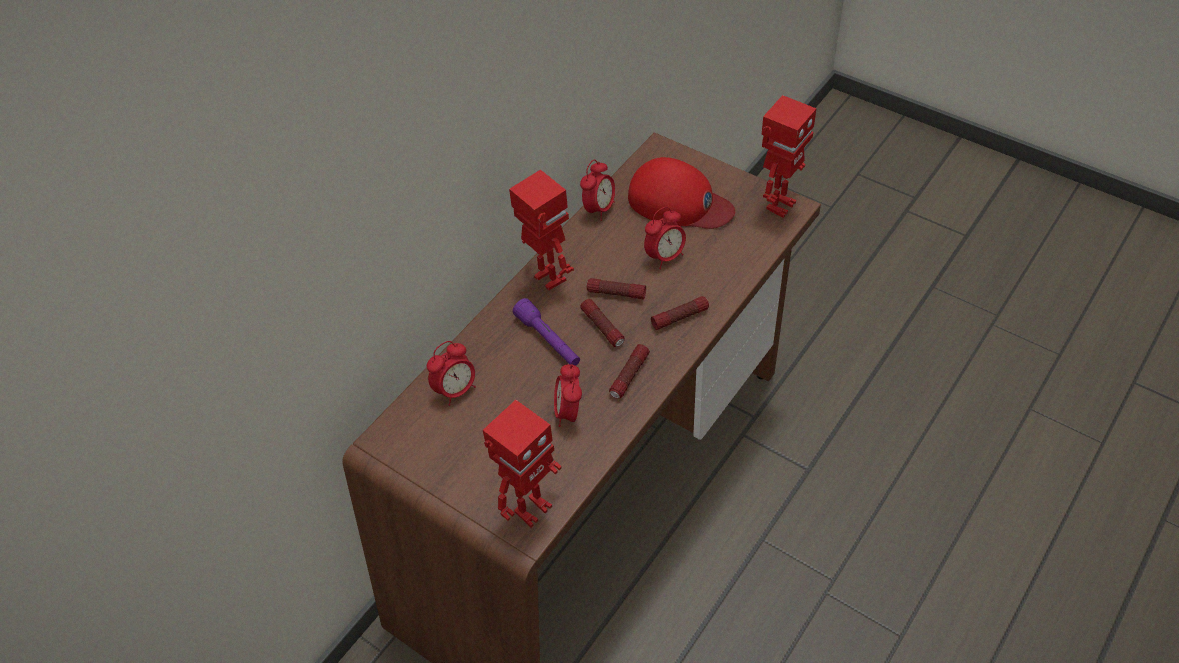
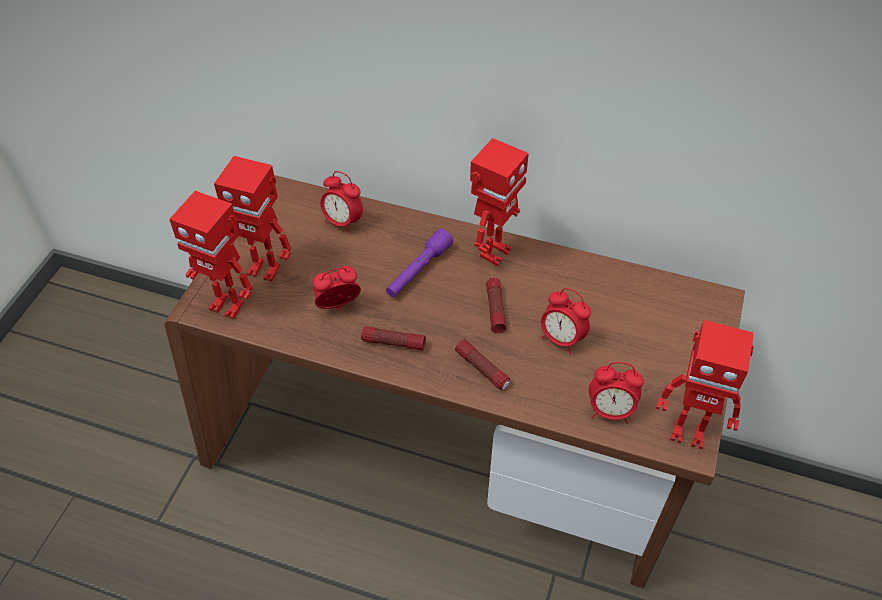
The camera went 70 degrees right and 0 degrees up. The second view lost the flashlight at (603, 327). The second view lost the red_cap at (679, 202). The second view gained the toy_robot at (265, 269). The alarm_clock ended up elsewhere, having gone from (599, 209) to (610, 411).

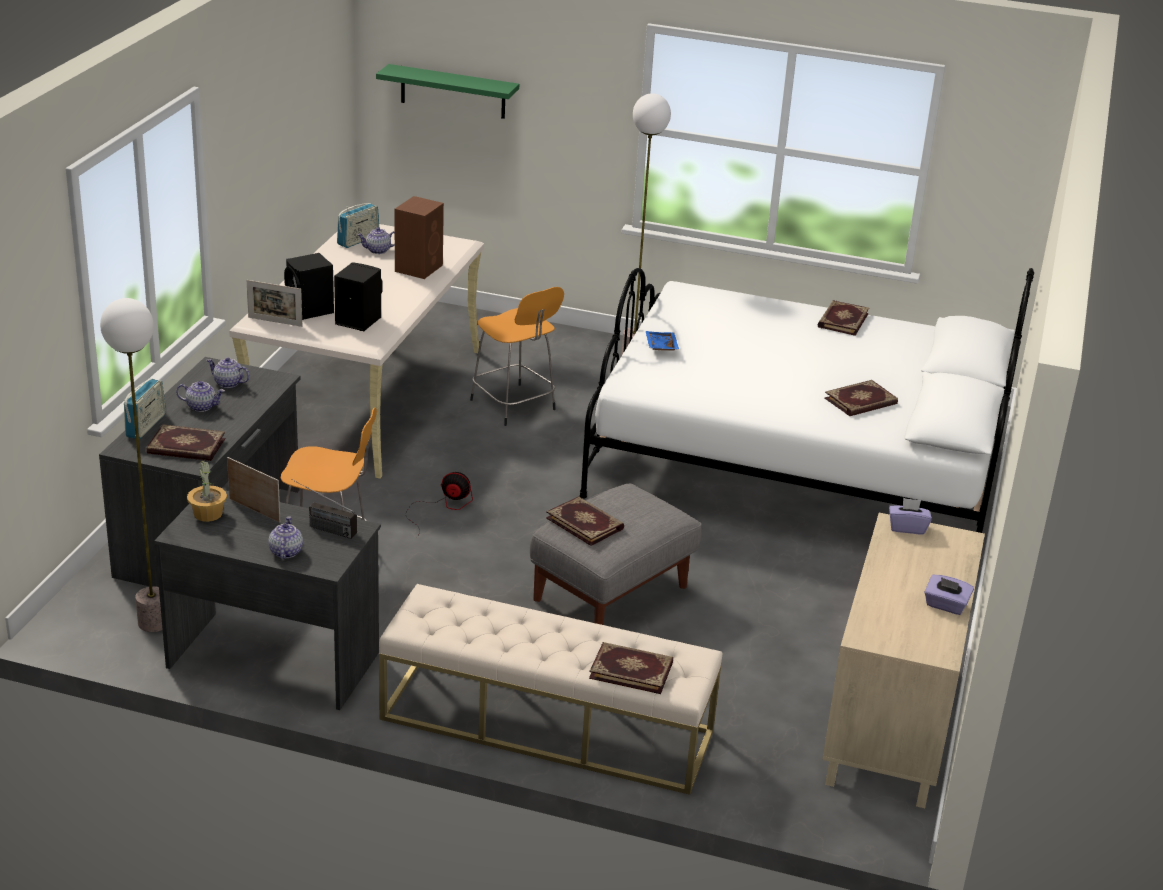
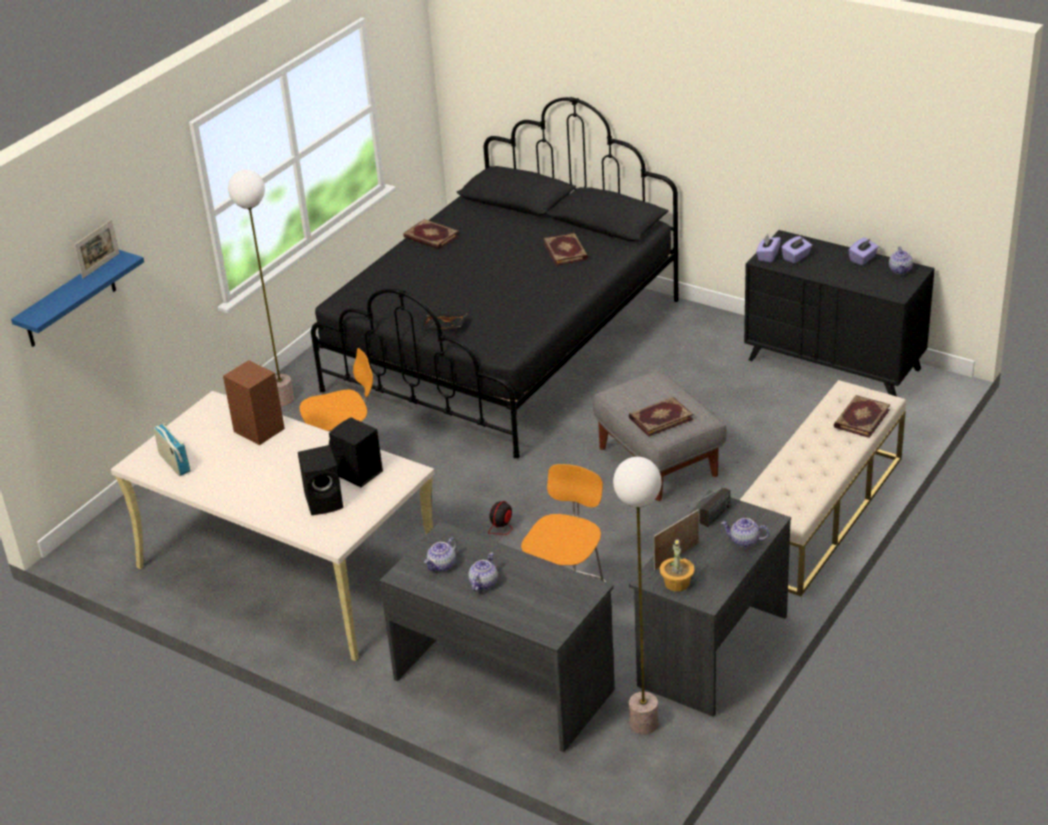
The camera went 70 degrees left and 5 degrees up. The second view lost the radio at (146, 426). The second view lost the book at (186, 447). The second view gained the purple_tissue_box at (796, 257). The picture_frame ended up elsewhere, having gone from (275, 322) to (101, 265). The teapot ended up elsewhere, having gone from (378, 250) to (900, 270). What was the green_shelf at (453, 92) turned into the blue_shelf at (70, 300). What was the white_bed at (798, 467) turned into the black_bed at (505, 345). What was the blue_tray at (660, 347) turned into the black_tray at (443, 327). What was the beige_dresser at (891, 723) turned into the black_dresser at (834, 364).

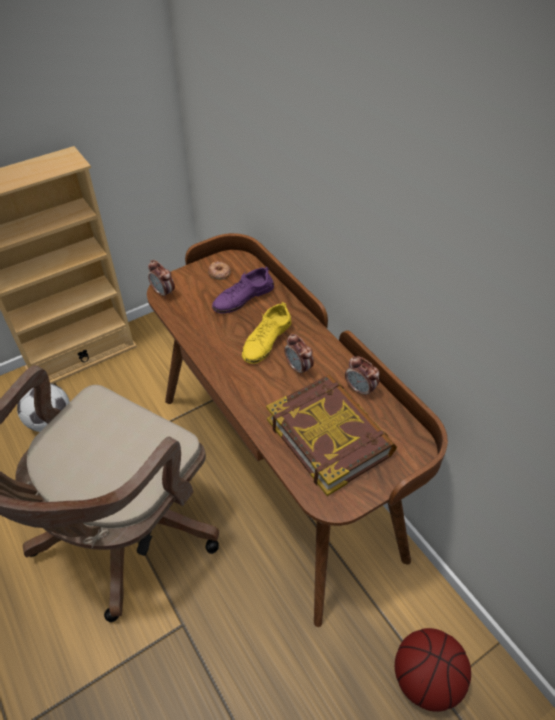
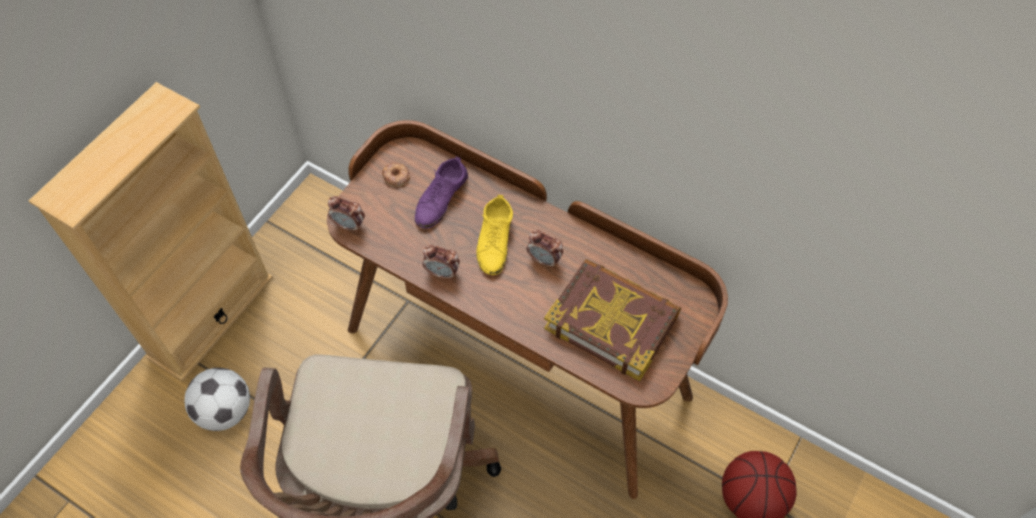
The camera went 25 degrees left and 10 degrees up. The alarm_clock ended up elsewhere, having gone from (360, 389) to (442, 273).

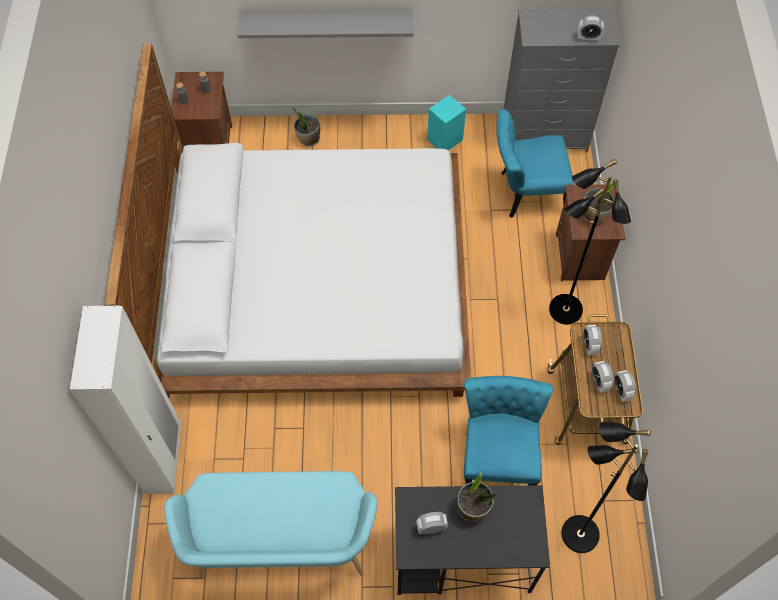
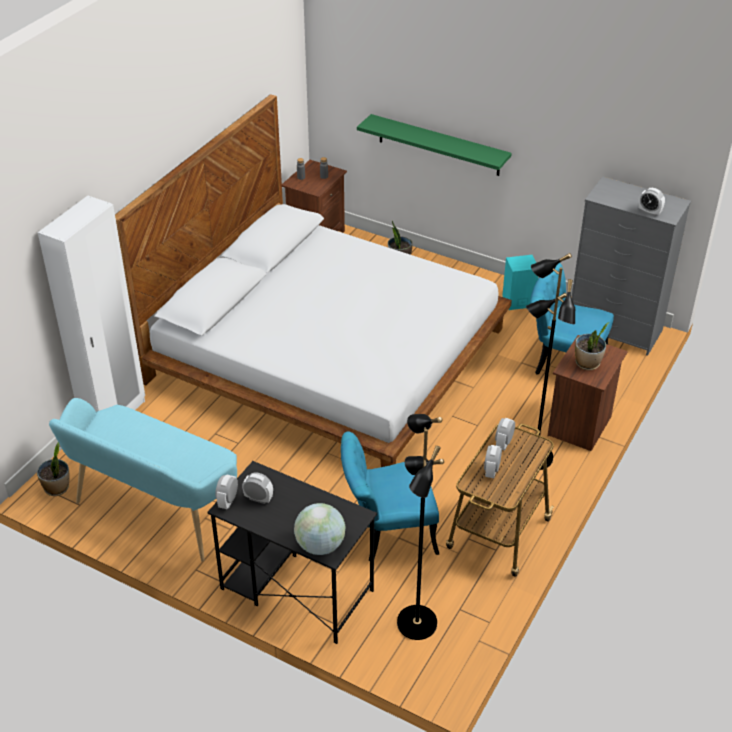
The camera went 30 degrees right and 20 degrees down. The second view gained the globe at (320, 546). The potted_plant ended up elsewhere, having gone from (472, 508) to (57, 488). The alarm_clock ended up elsewhere, having gone from (621, 391) to (228, 501). What was the grey_shelf at (326, 21) turned into the green_shelf at (439, 145). The turquoise_chair at (497, 456) ended up facing another way, 135 degrees counterclockwise from before.

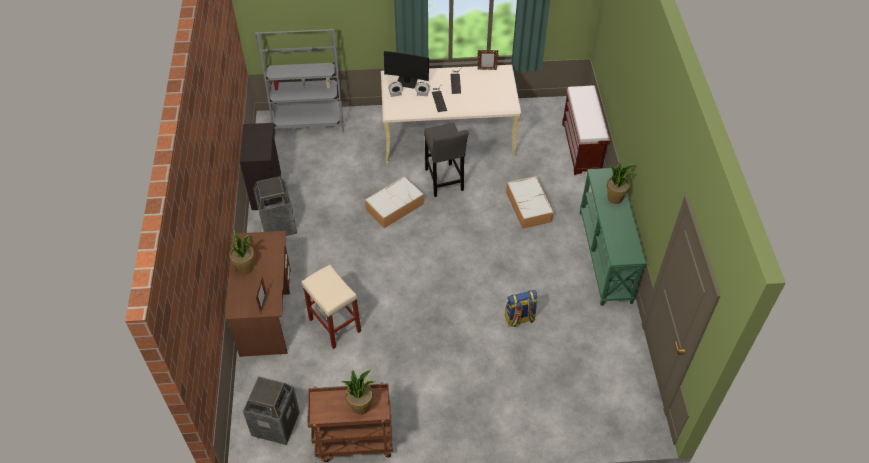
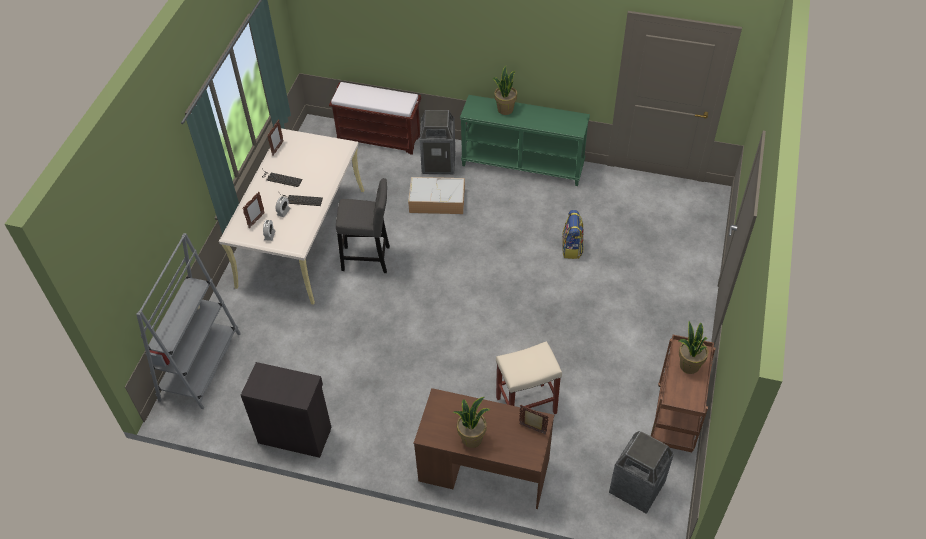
The camera went 70 degrees left and 0 degrees up. The second view lost the storage_box at (395, 206). The trash_can ended up elsewhere, having gone from (279, 226) to (439, 163). Where the monitor stood at (407, 82), the picture_frame came to stand at (256, 220).

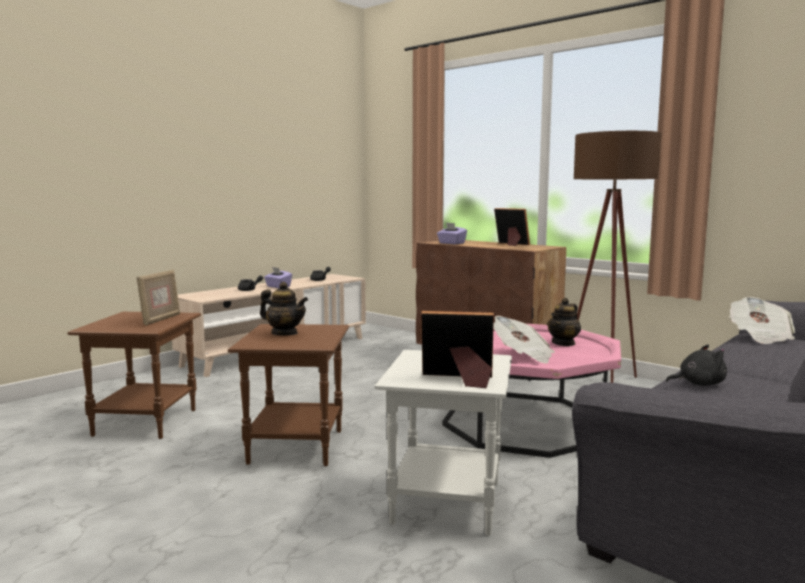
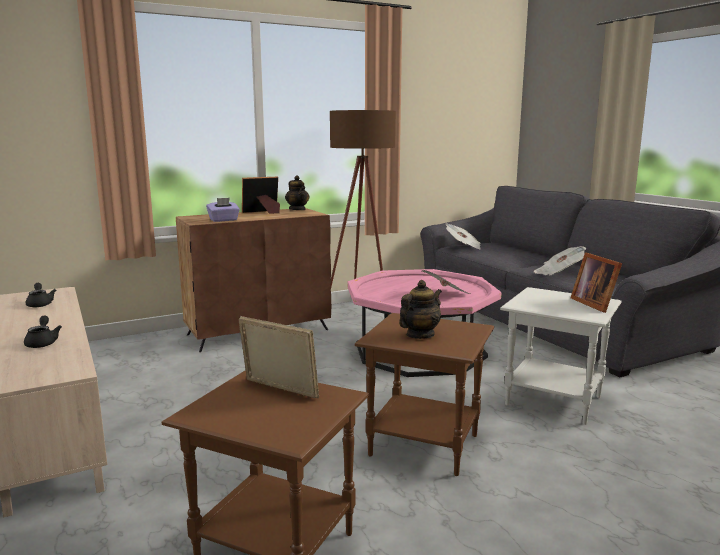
The camera went 70 degrees left and 5 degrees up. The second view lost the purple_tissue_box at (278, 287). The teapot ended up elsewhere, having gone from (563, 343) to (297, 209). Where the black_plush_toy stood at (698, 384), the newspaper came to stand at (558, 273). The picture_frame at (459, 380) ended up facing another way, 45 degrees counterclockwise from before.

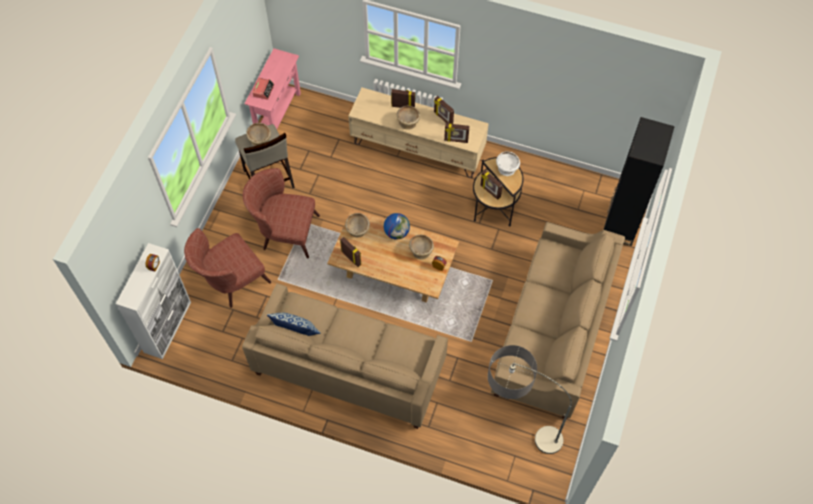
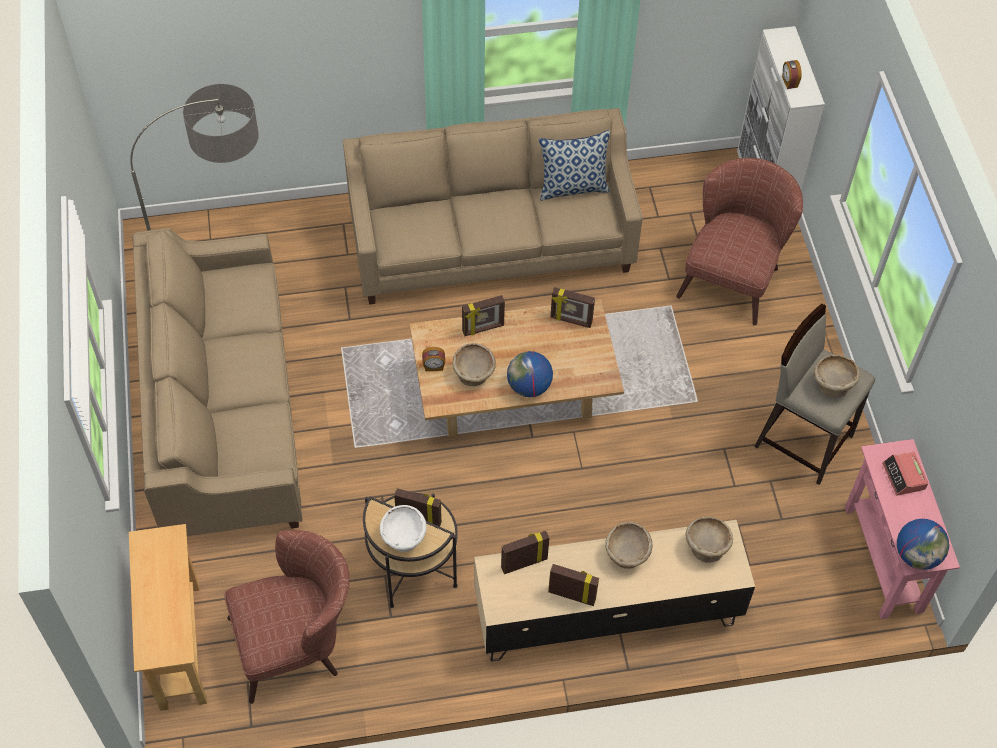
The camera went 150 degrees right and 5 degrees down. The second view gained the globe at (917, 555). The brown_armchair ended up elsewhere, having gone from (284, 231) to (296, 644). The beige_bowl ended up elsewhere, having gone from (358, 231) to (705, 548). The picture_frame ended up elsewhere, having gone from (403, 106) to (483, 329). Where the black_bookcase stood at (621, 223), the beige_console_table came to stand at (180, 645).

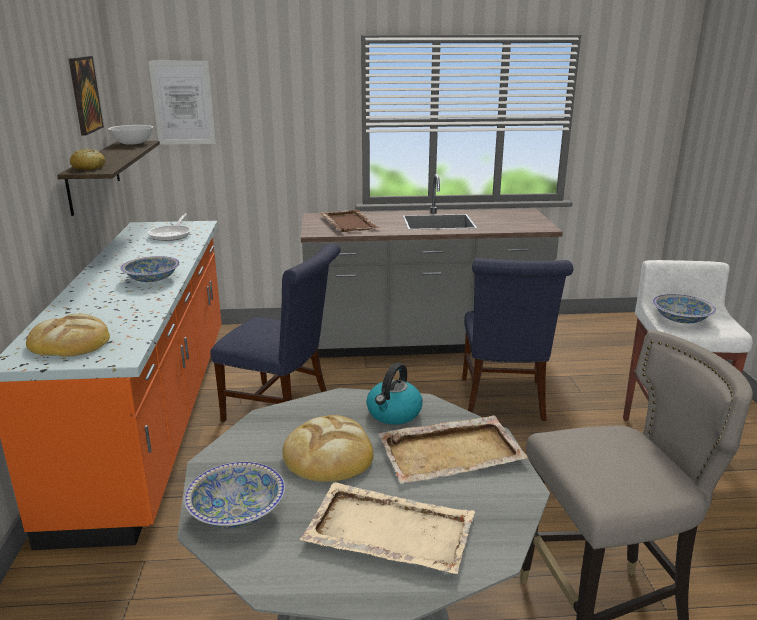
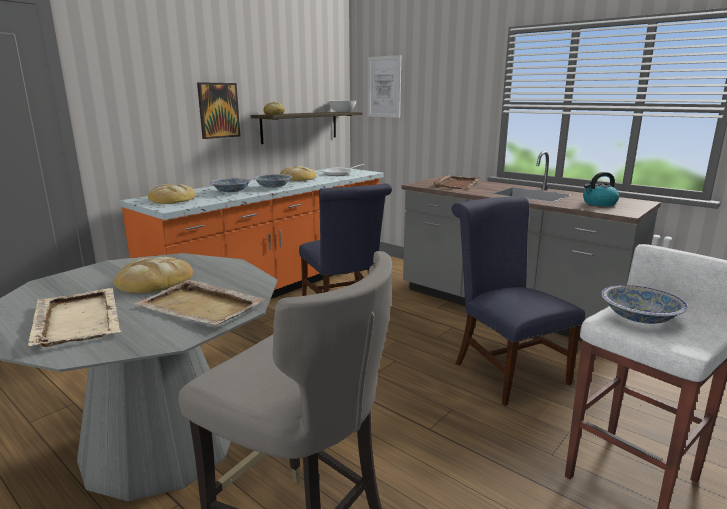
The camera went 45 degrees right and 5 degrees down. The second view gained the bread at (298, 178). The picture ended up elsewhere, having gone from (84, 95) to (218, 110). The bowl ended up elsewhere, having gone from (237, 512) to (231, 191). The kettle ended up elsewhere, having gone from (394, 413) to (599, 203). The blue_chair at (503, 402) ended up facing another way, 105 degrees clockwise from before.

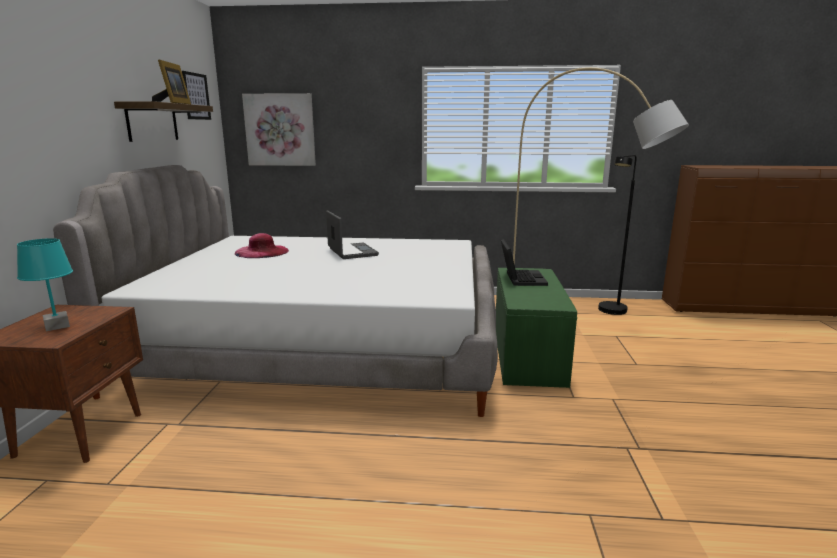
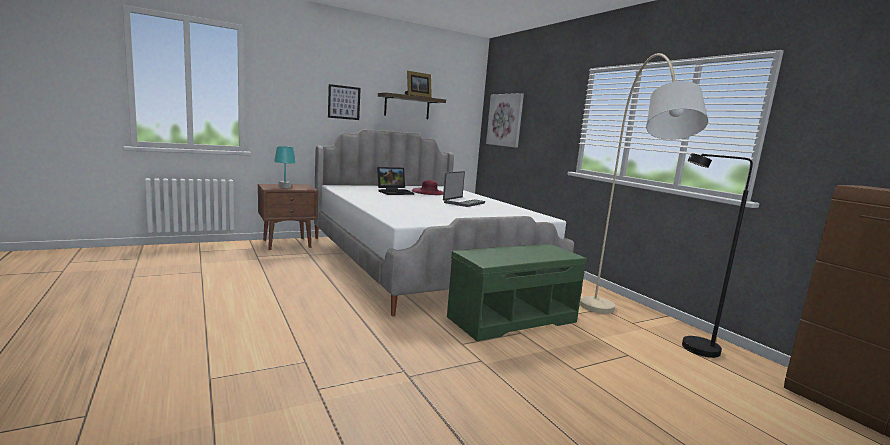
The camera went 55 degrees right and 5 degrees down. The picture ended up elsewhere, having gone from (196, 96) to (344, 102). The laptop ended up elsewhere, having gone from (520, 278) to (395, 192).

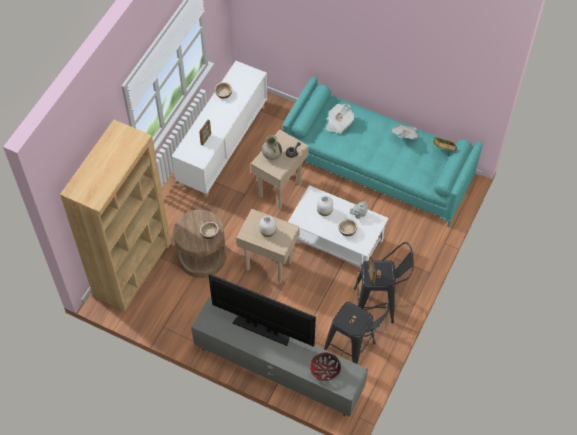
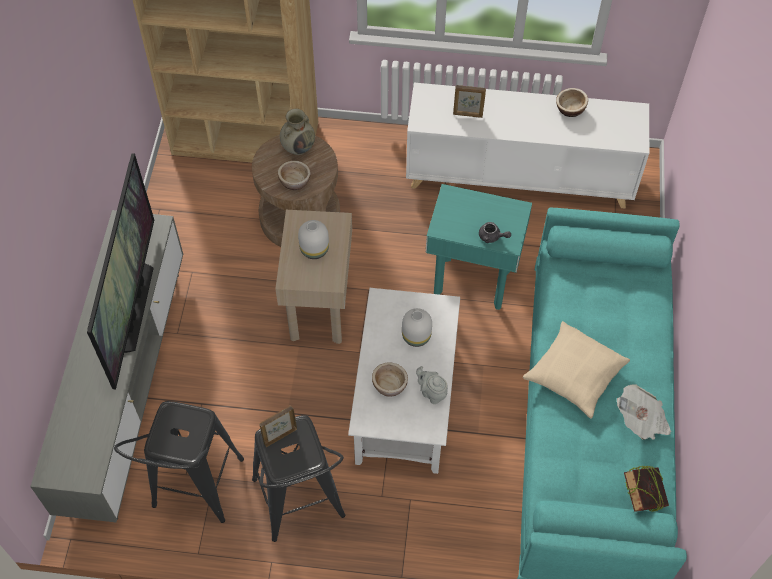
The camera went 70 degrees right and 0 degrees up. The second view lost the bowl at (325, 370). The second view lost the newspaper at (338, 123). The second view gained the beige_pillow at (574, 374). The beige_vase ended up elsewhere, having gone from (271, 155) to (298, 147). What was the beige_side_table at (280, 189) turned into the turquoise_side_table at (472, 282).

